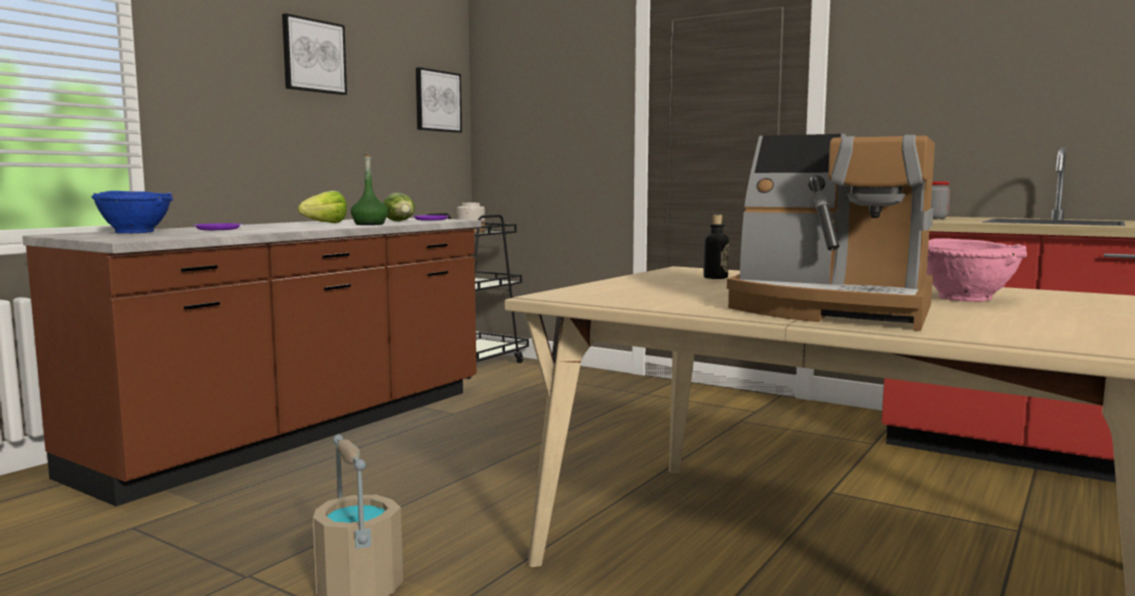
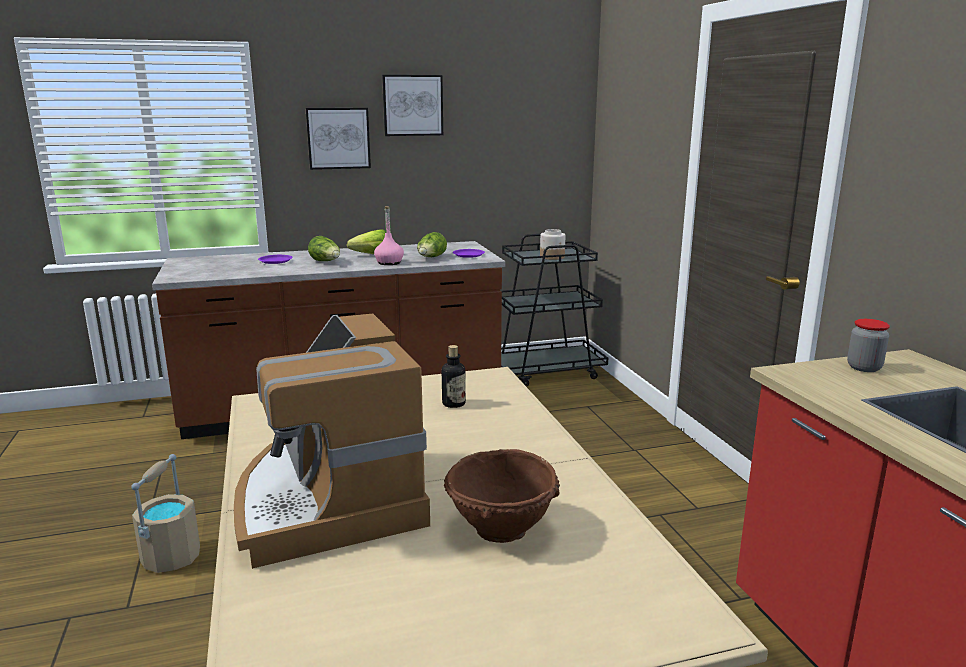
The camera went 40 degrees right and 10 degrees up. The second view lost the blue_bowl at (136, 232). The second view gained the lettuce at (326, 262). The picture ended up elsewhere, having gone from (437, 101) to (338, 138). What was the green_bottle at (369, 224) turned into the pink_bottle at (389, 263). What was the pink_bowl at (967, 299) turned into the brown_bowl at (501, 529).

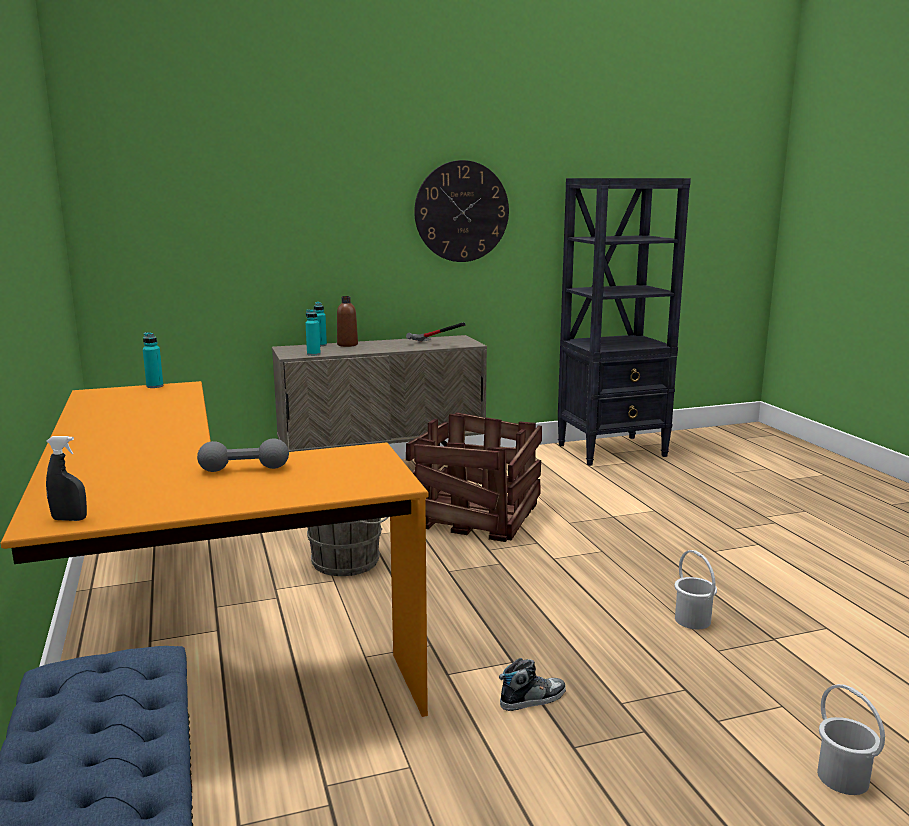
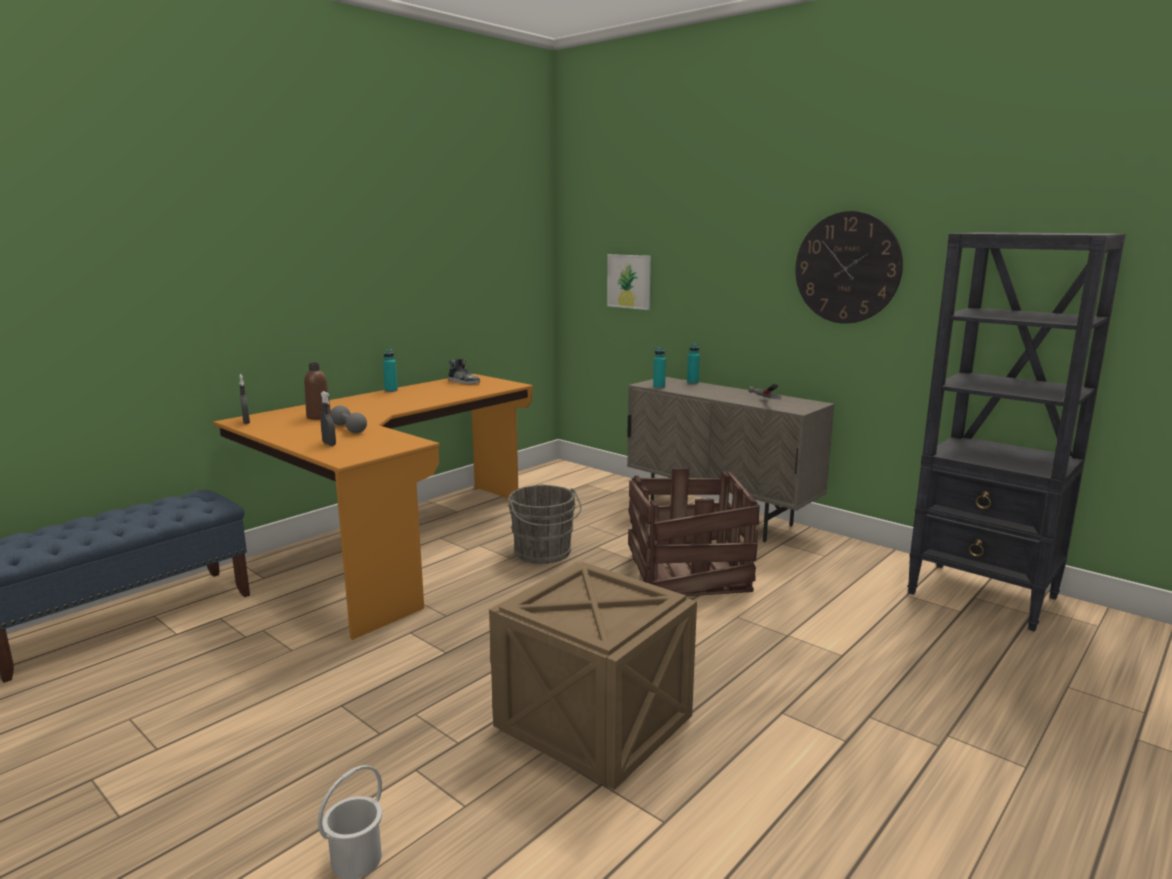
The camera went 60 degrees right and 0 degrees up. The second view gained the grey_spray_bottle at (329, 444). The second view gained the picture at (629, 281). The turquoise_bottle ended up elsewhere, having gone from (155, 386) to (391, 390). The brown_bottle ended up elsewhere, having gone from (347, 345) to (318, 417). The shoe ended up elsewhere, having gone from (532, 698) to (464, 382). Where the white_bucket stood at (693, 620), the crate came to stand at (595, 725).

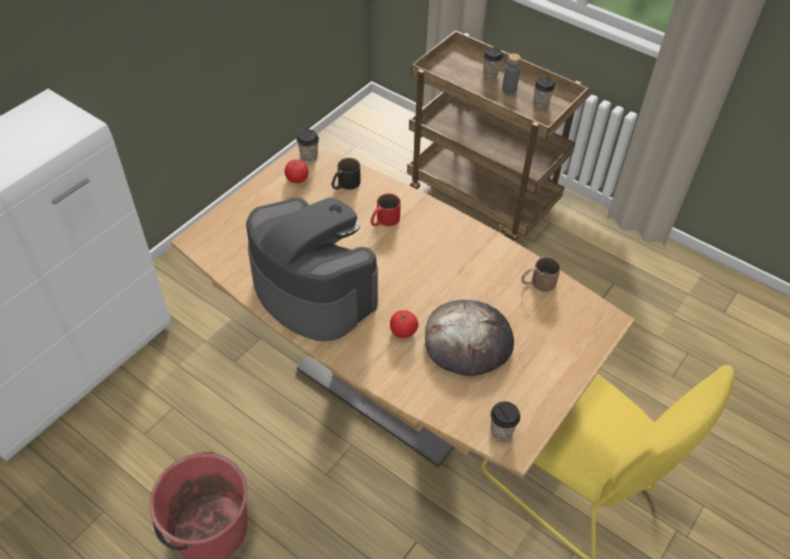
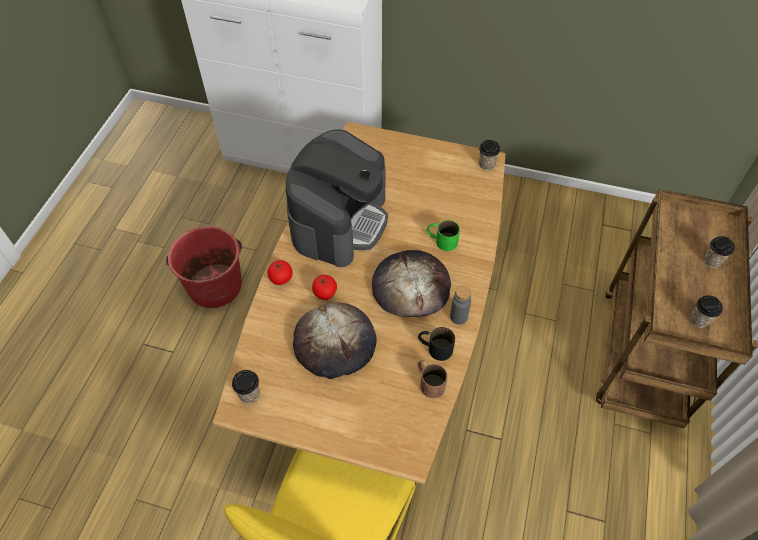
The camera went 70 degrees right and 5 degrees up. The second view gained the bread at (411, 286). The tomato ended up elsewhere, having gone from (297, 179) to (281, 278). The black_mug ended up elsewhere, having gone from (345, 184) to (434, 347). The grey_bottle ended up elsewhere, having gone from (509, 89) to (458, 317). What was the red_mug at (384, 220) turned into the green_mug at (441, 240).

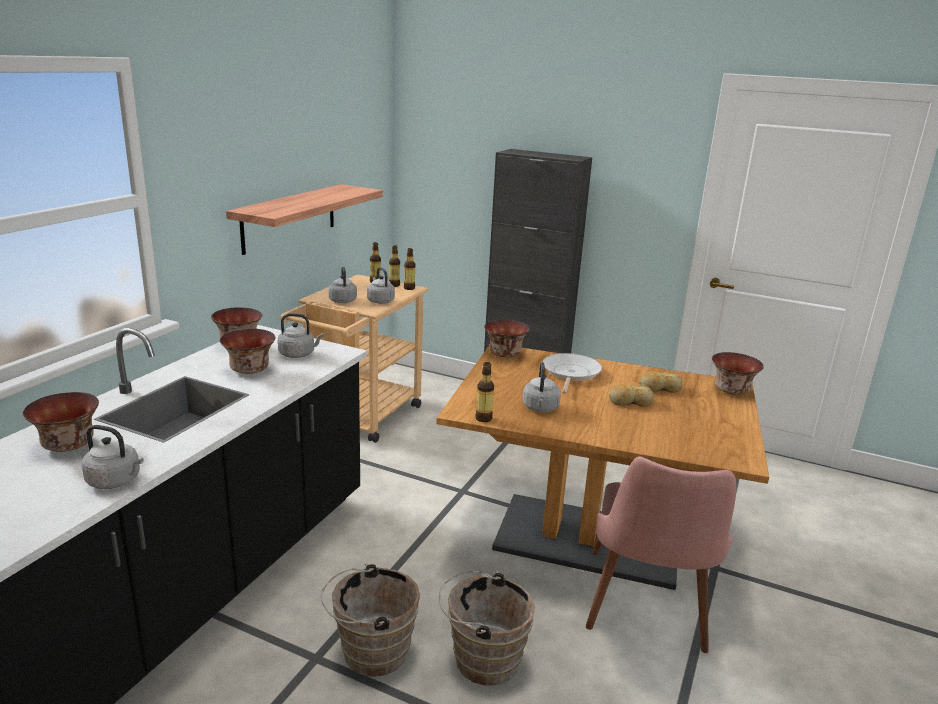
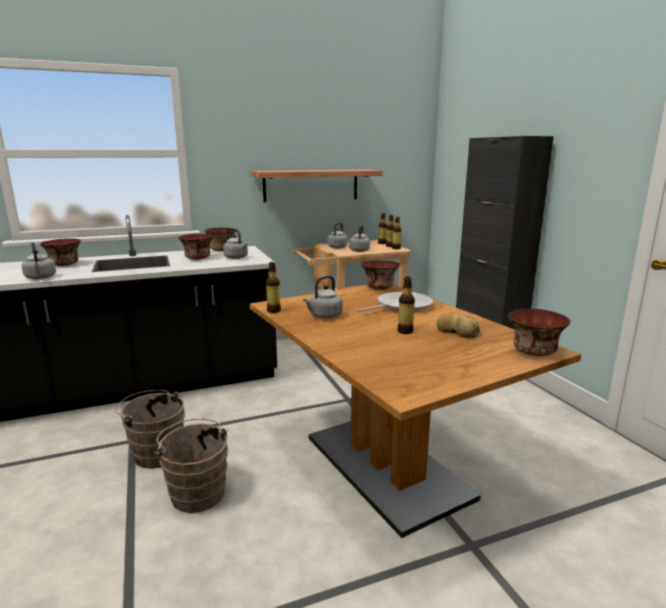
The camera went 45 degrees right and 5 degrees down. The second view lost the pink_chair at (647, 614). Where the bread stood at (629, 402), the bottle came to stand at (405, 331).

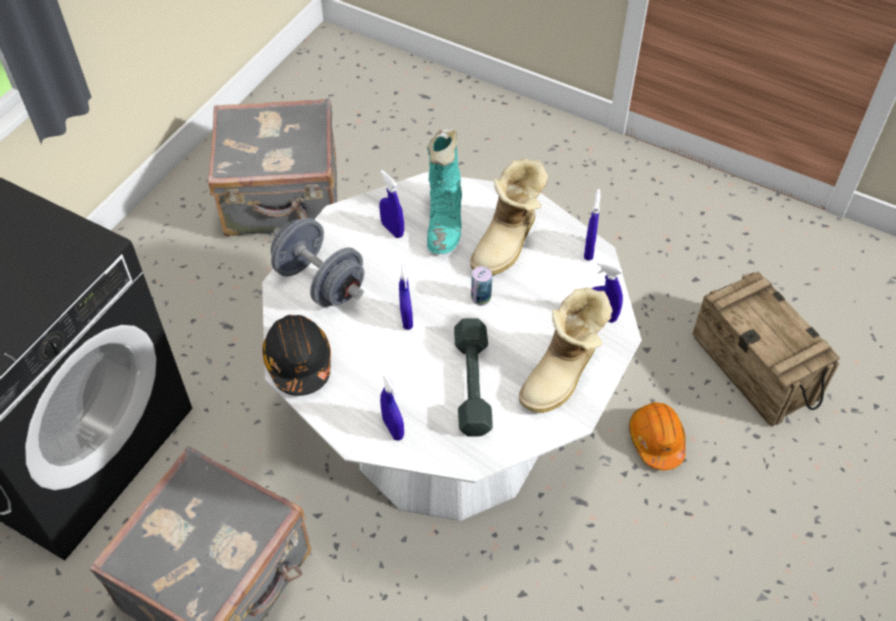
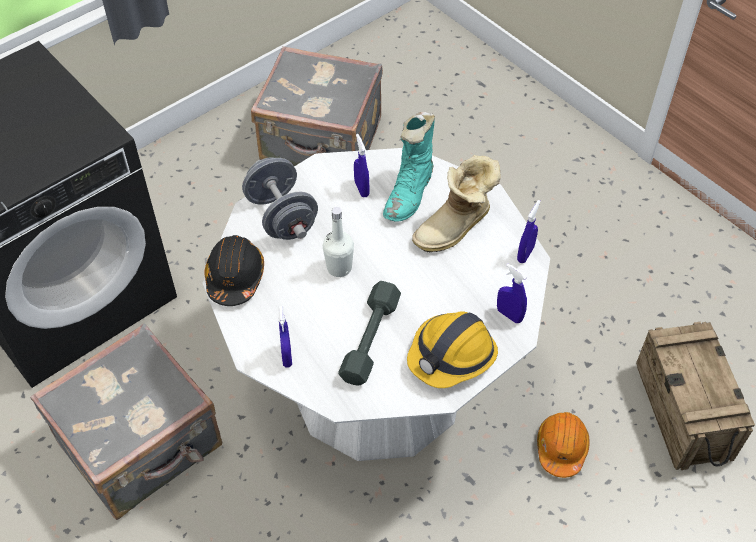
The camera went 20 degrees right and 0 degrees up. The second view lost the can at (481, 298). Where the blue_spray_bottle stood at (406, 319), the white_bottle came to stand at (339, 268). Where the boot stood at (563, 375), the hard_hat came to stand at (452, 355).

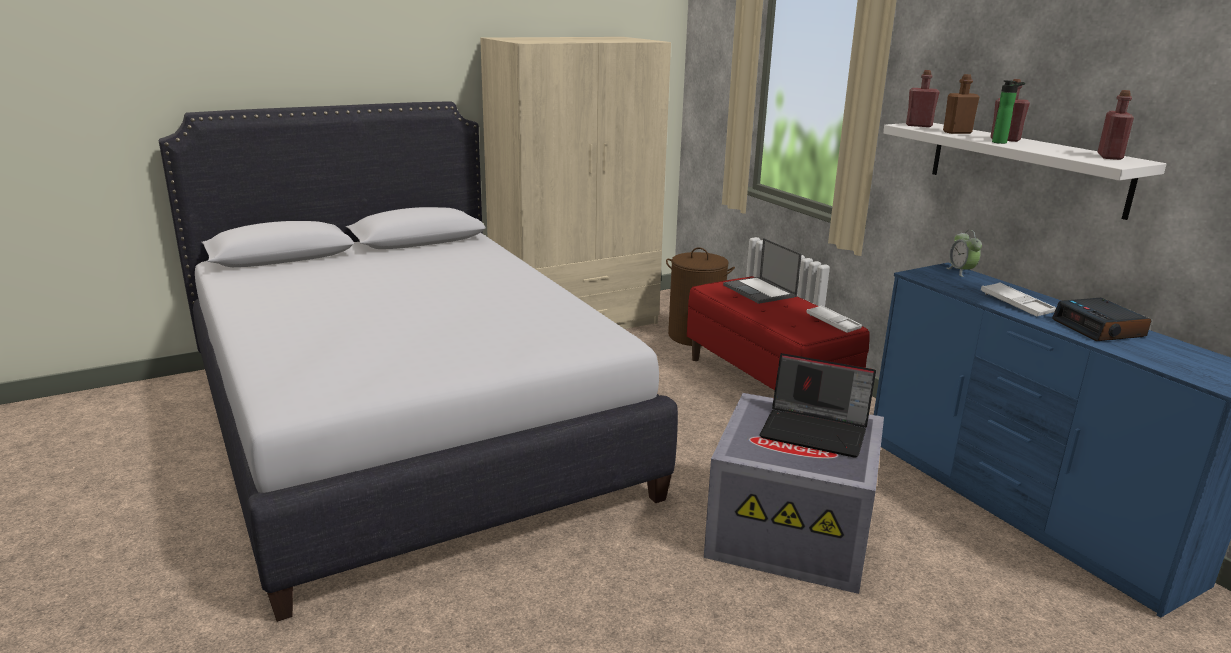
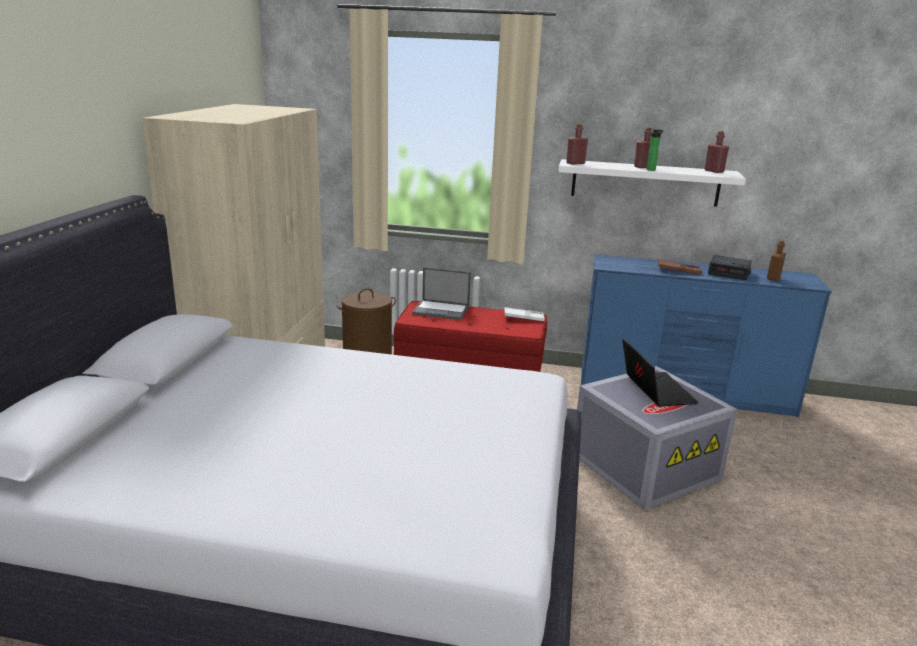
The camera went 50 degrees left and 0 degrees up. The second view lost the alarm_clock at (961, 271). The brown_bottle ended up elsewhere, having gone from (957, 132) to (773, 278). What was the white_tray at (1016, 304) turned into the brown_tray at (678, 270). The laptop at (816, 431) ended up facing another way, 75 degrees counterclockwise from before.

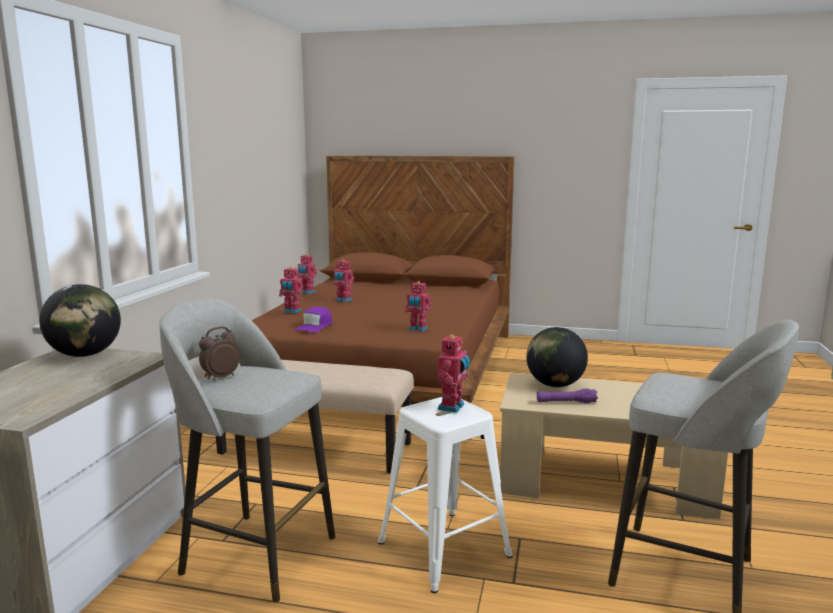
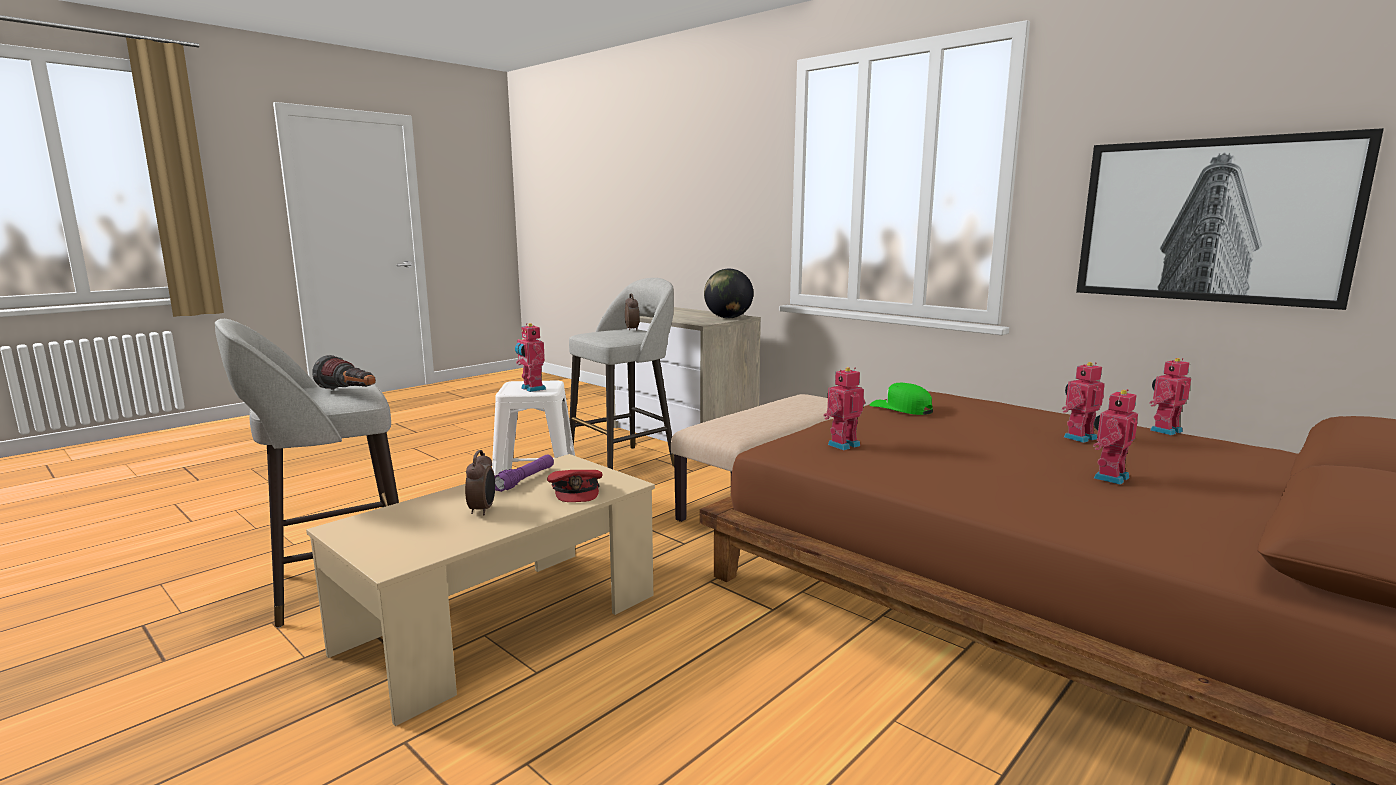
The camera went 120 degrees right and 0 degrees up. The second view gained the flashlight at (350, 393). The second view gained the alarm_clock at (483, 510). The second view gained the picture at (1211, 220). The toy_robot ended up elsewhere, having gone from (291, 311) to (1108, 477). Where the globe stood at (555, 385), the red_cap came to stand at (576, 491). What was the purple_cap at (315, 326) turned into the green_cap at (901, 408).

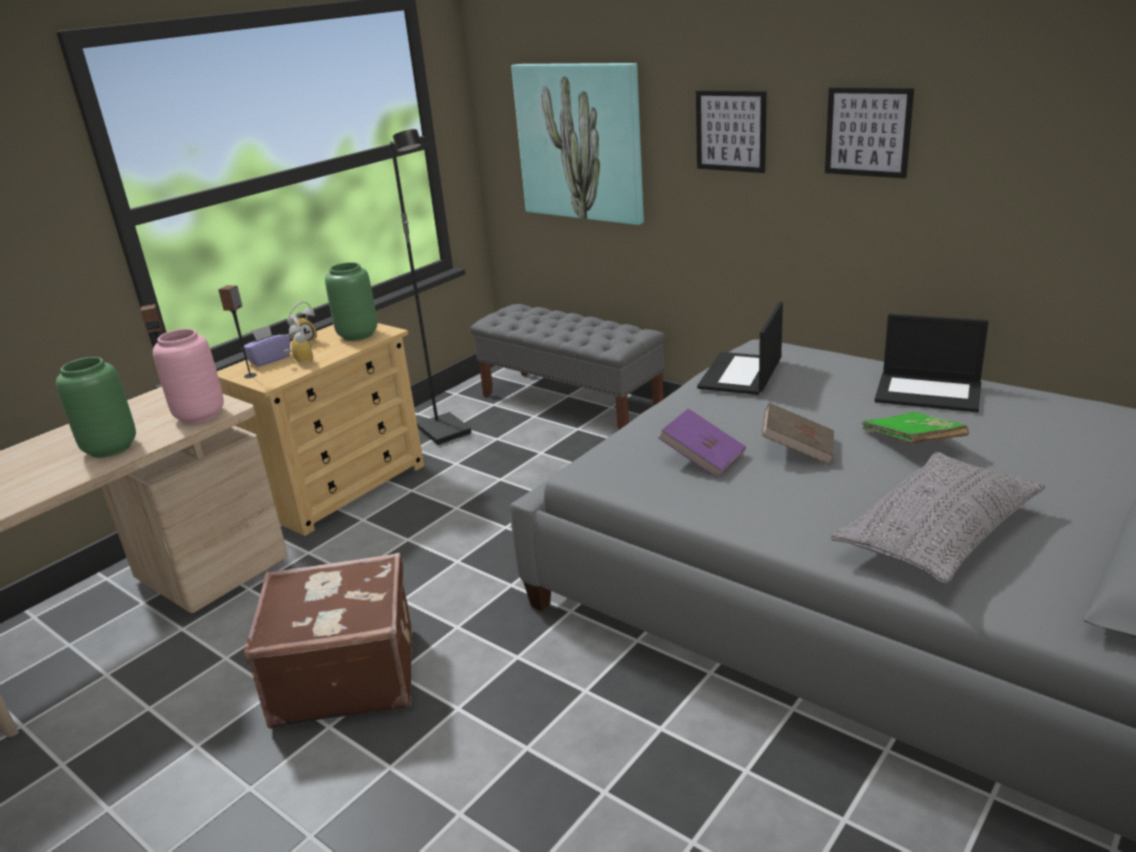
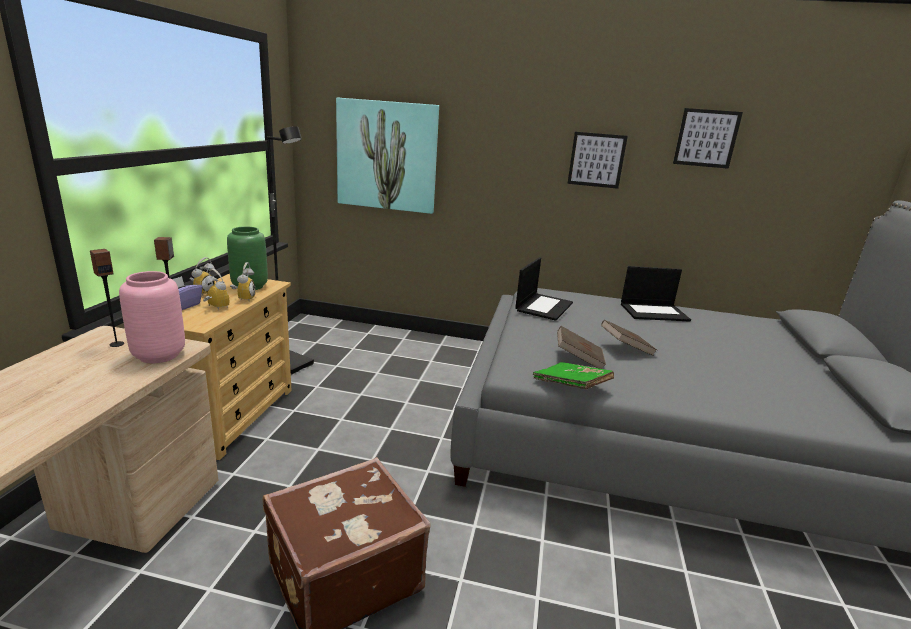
The camera went 30 degrees left and 5 degrees down. The second view lost the green_vase at (109, 449). The second view lost the grey_bench at (571, 402). The second view lost the grey_pillow at (937, 535). The second view gained the alarm_clock at (244, 298). The picture ended up elsewhere, having gone from (731, 131) to (706, 138). The green_book ended up elsewhere, having gone from (912, 442) to (571, 386). What was the purple_book at (702, 459) turned into the brown_book at (578, 359). The laptop at (741, 374) ended up facing another way, 150 degrees counterclockwise from before.

